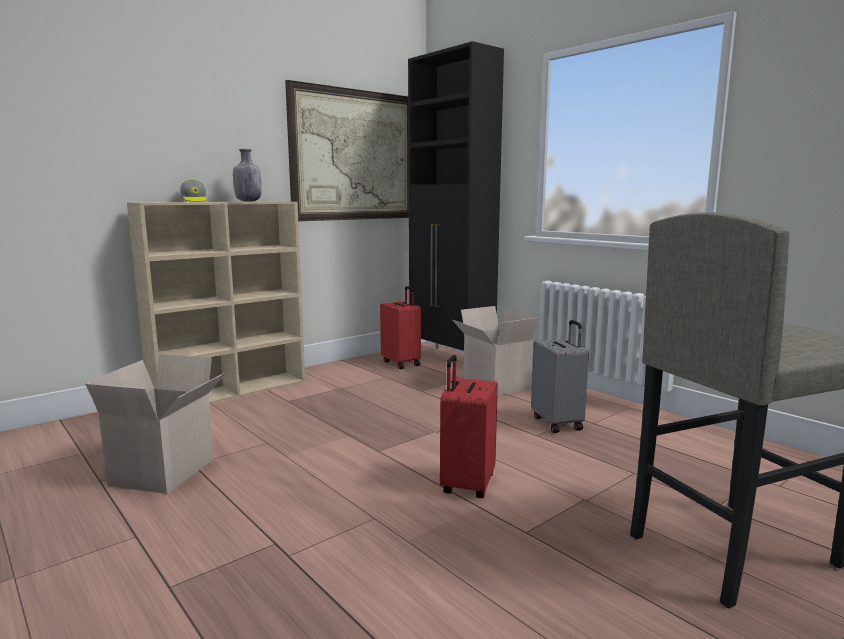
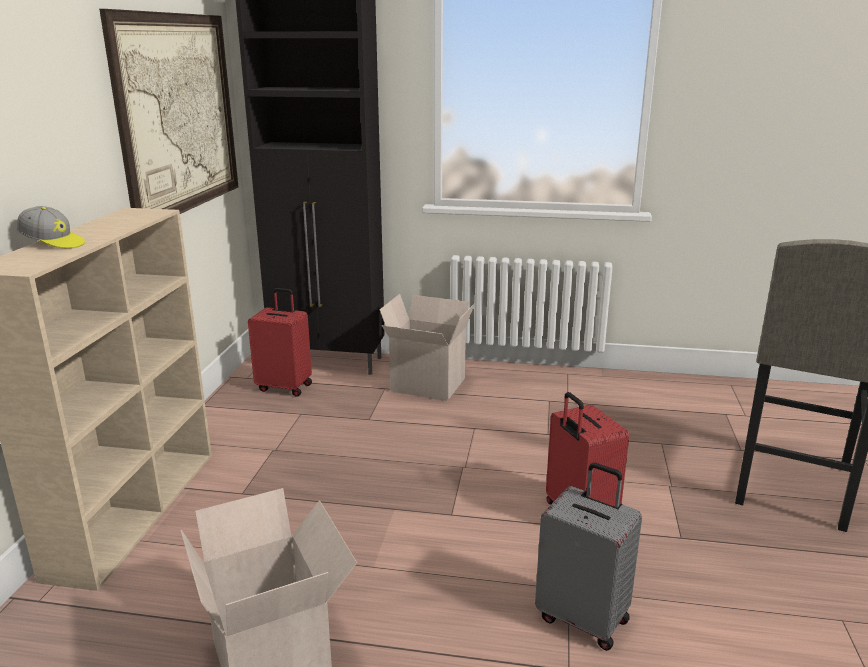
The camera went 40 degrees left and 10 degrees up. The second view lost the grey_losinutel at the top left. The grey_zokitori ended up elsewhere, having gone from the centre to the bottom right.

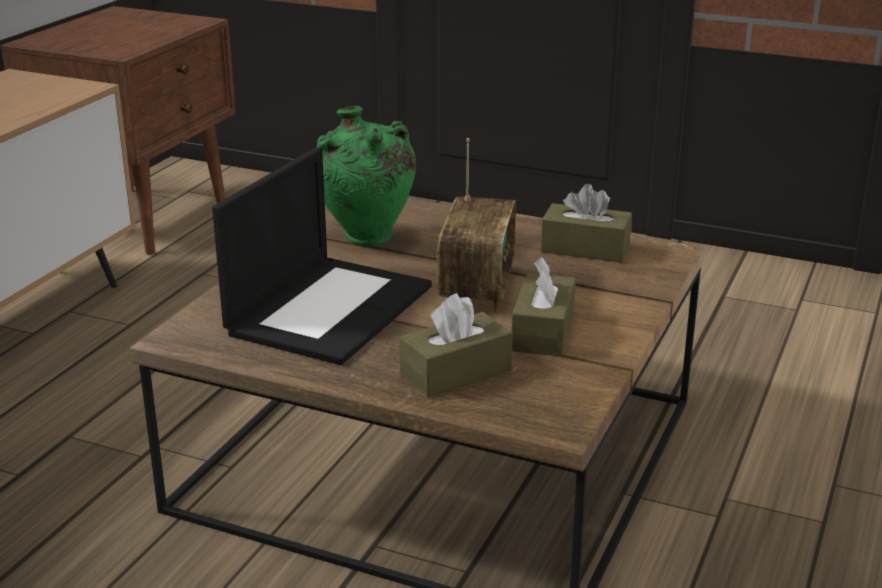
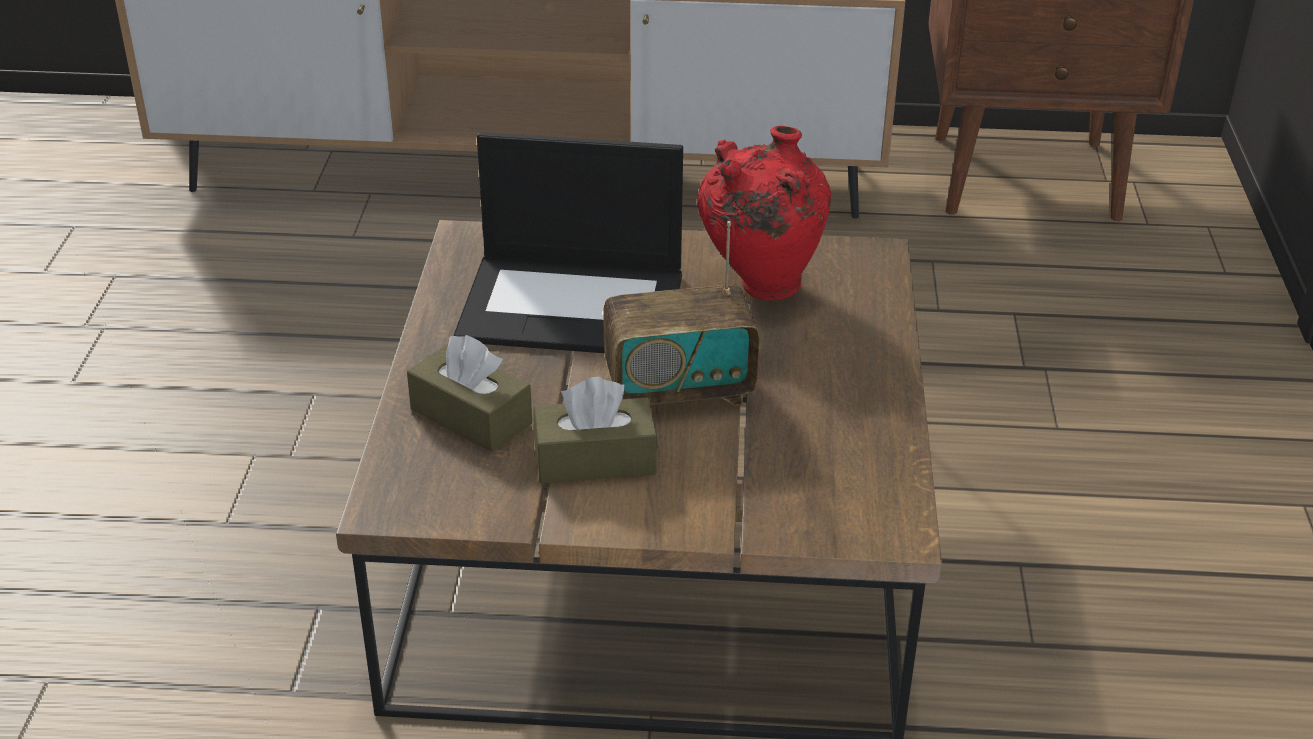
The camera went 70 degrees right and 10 degrees up. The second view lost the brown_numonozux (no. 3 from left) at the centre. What was the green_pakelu at the top centre turned into the red_pakelu at the top centre.

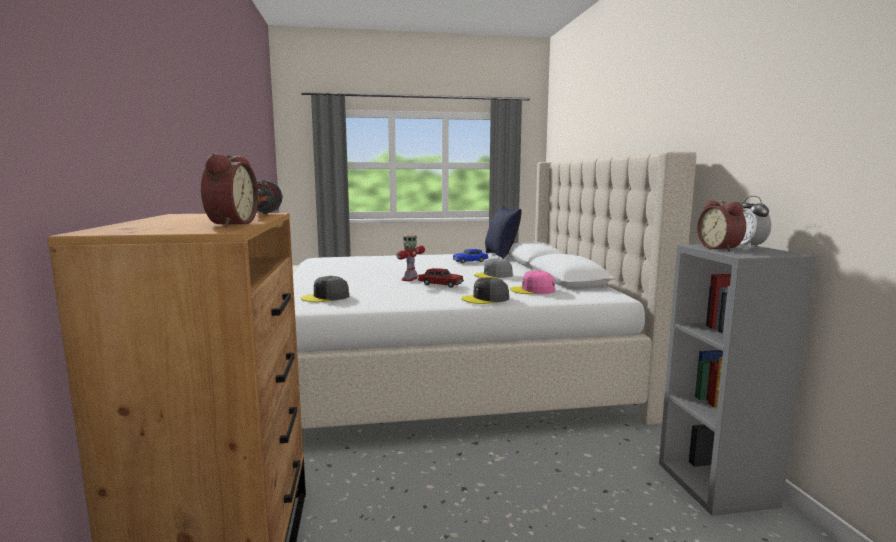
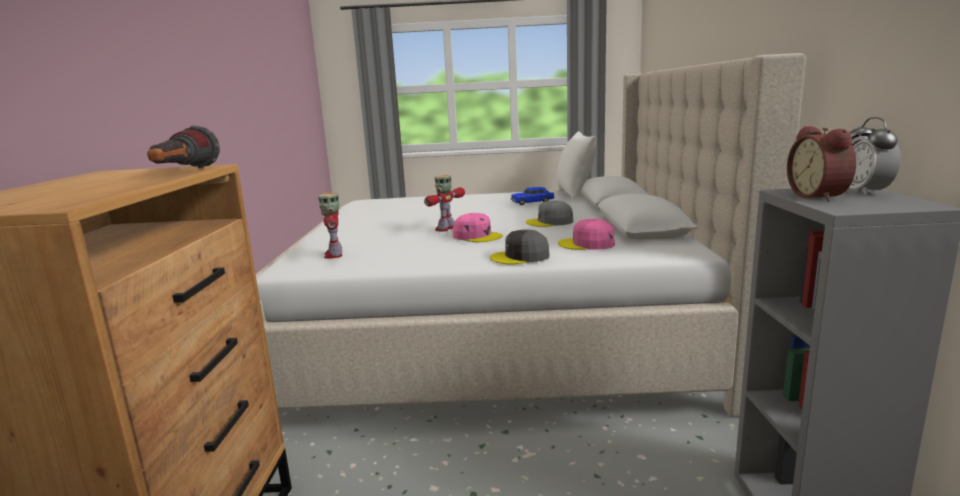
The camera went 10 degrees right and 5 degrees up. The second view lost the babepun (no. 1 from left) at the middle left. Where the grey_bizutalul (no. 1 from left) stood at the centre, the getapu (no. 1 from left) came to stand at the centre. Where the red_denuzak stood at the centre, the pink_bizutalul (no. 1 from left) came to stand at the centre. What was the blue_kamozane at the centre turned into the white_kamozane at the top centre.

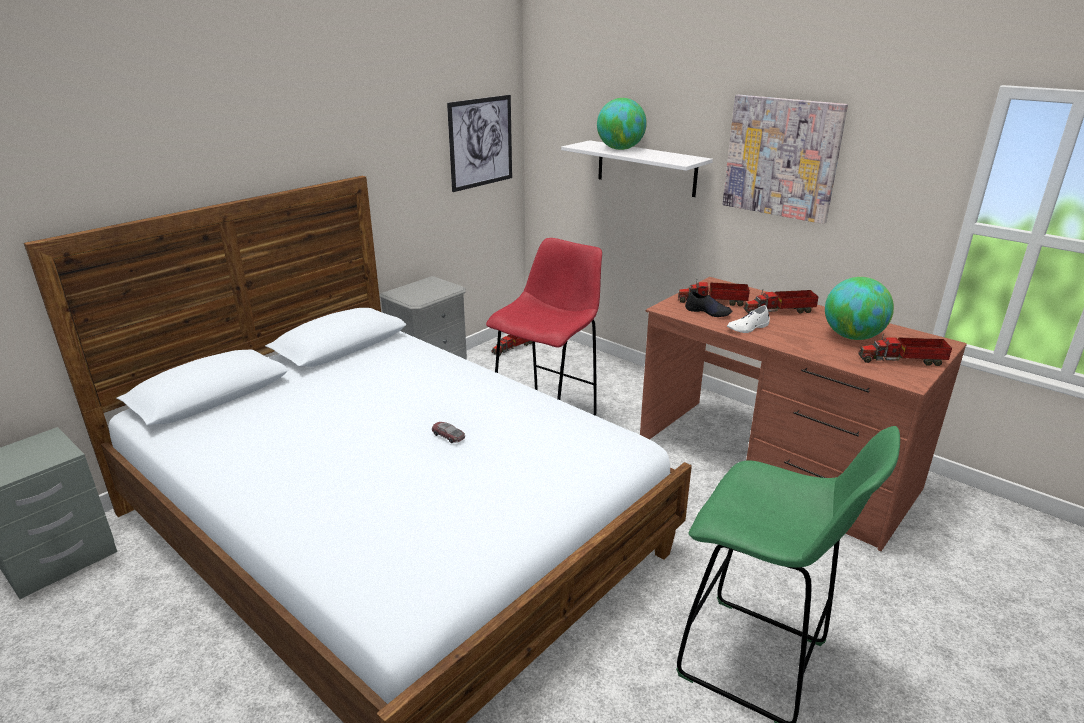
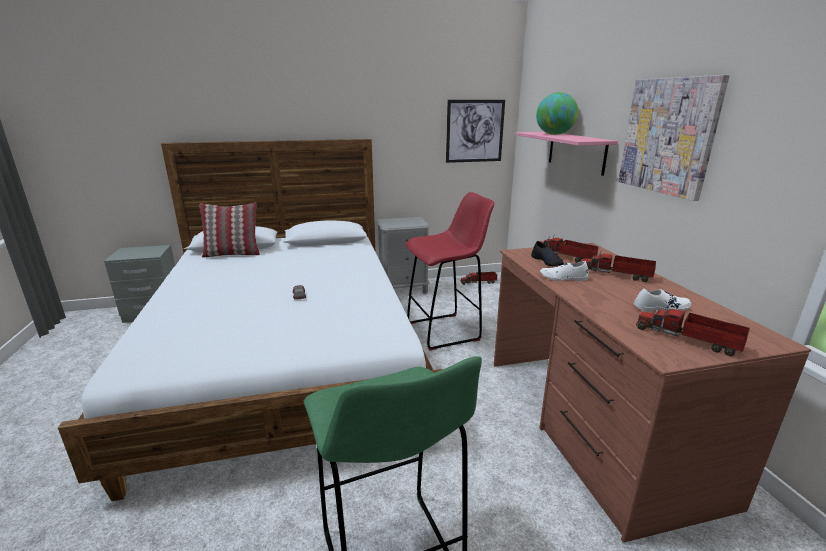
The camera went 35 degrees right and 5 degrees down. The second view gained the kamozane at the middle left. Where the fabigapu (no. 2 from left) stood at the middle right, the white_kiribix (no. 2 from left) came to stand at the middle right. What was the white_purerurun at the top centre turned into the pink_purerurun at the top right.

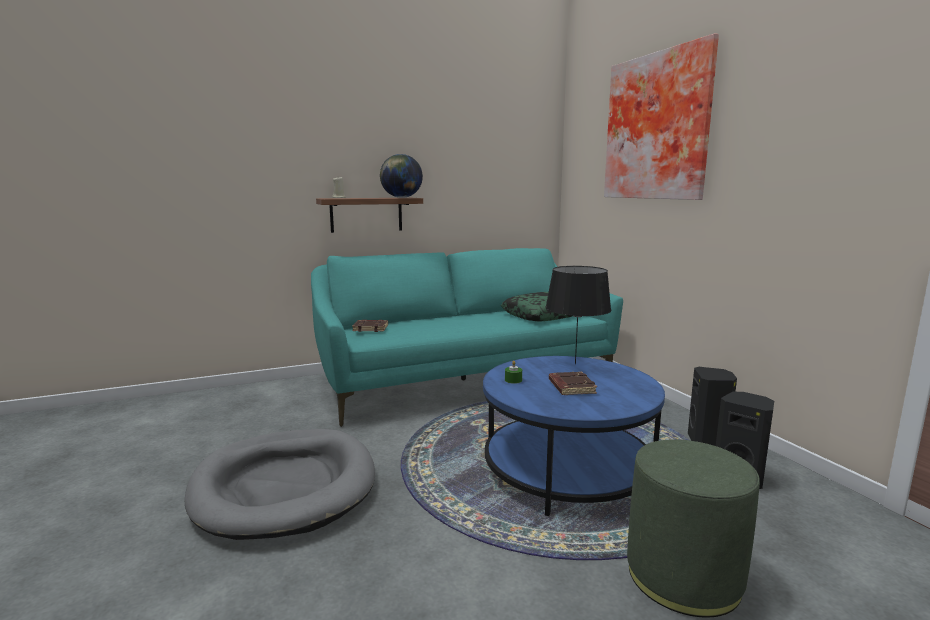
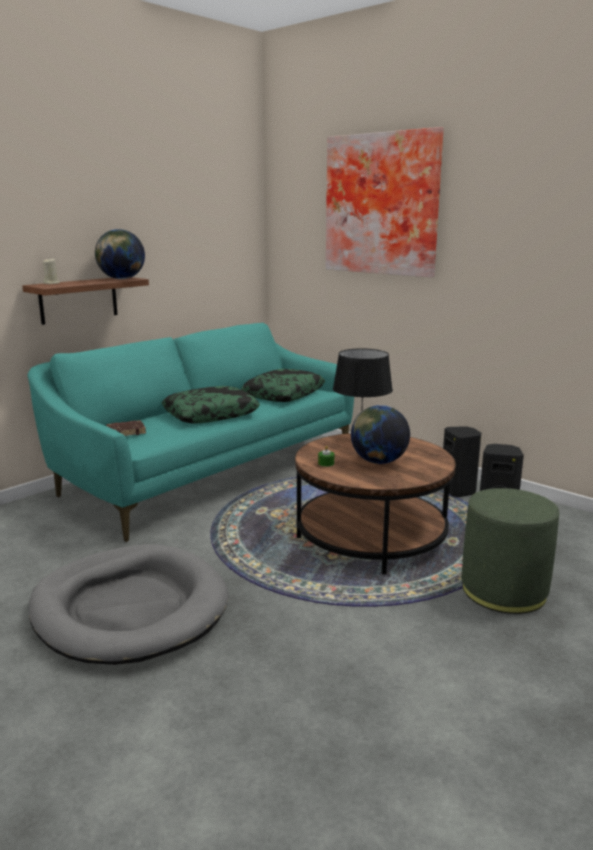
The camera went 25 degrees left and 5 degrees up. The second view gained the kamozane (no. 1 from left) at the centre. Where the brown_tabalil (no. 2 from left) stood at the centre, the fabigapu (no. 2 from left) came to stand at the centre. What was the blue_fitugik at the bottom centre turned into the brown_fitugik at the centre.

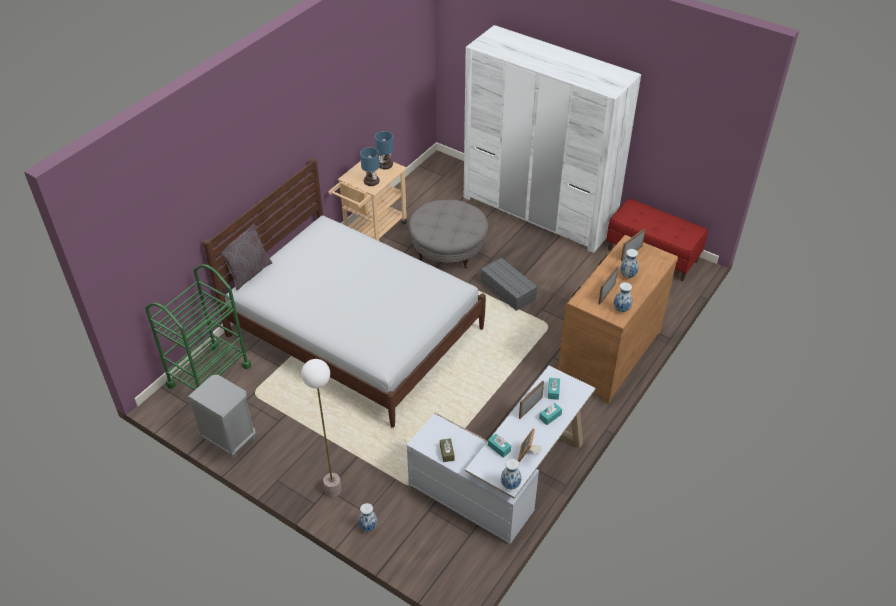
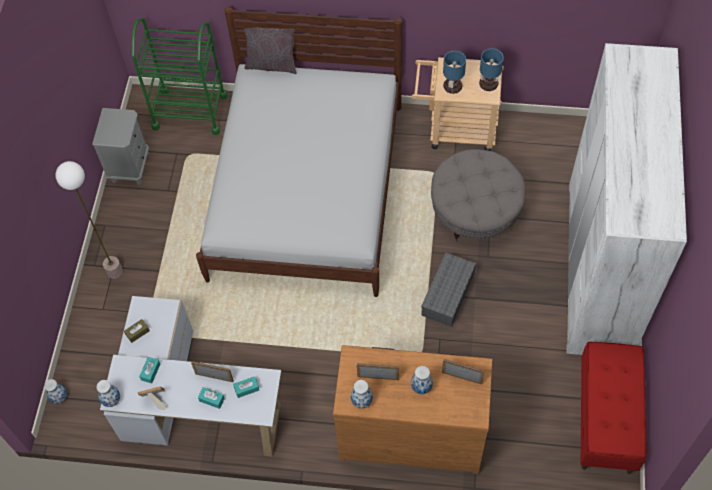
The camera went 65 degrees right and 15 degrees up. The pakelu (no. 1 from left) ended up elsewhere, having gone from the bottom centre to the bottom left.

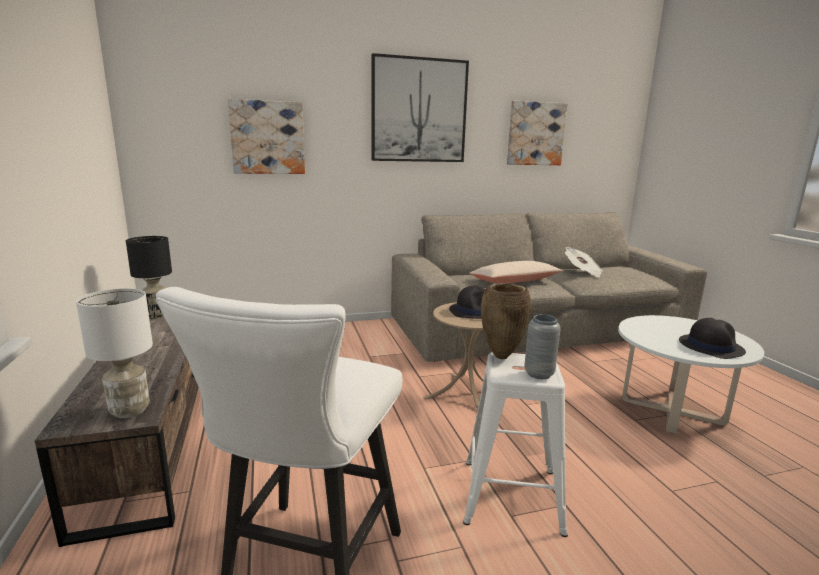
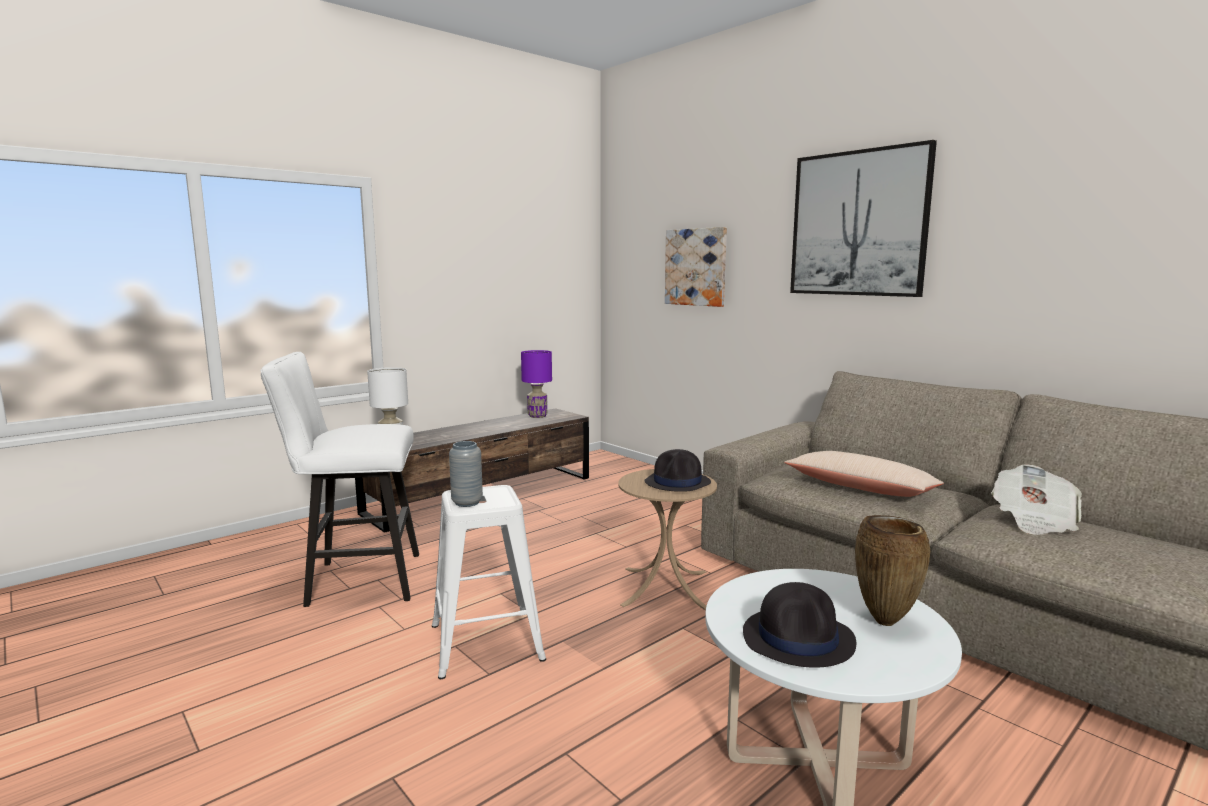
The camera went 65 degrees right and 5 degrees down. The second view lost the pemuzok (no. 3 from left) at the top centre. The brown_pakelu ended up elsewhere, having gone from the centre to the bottom right. What was the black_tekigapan at the middle left turned into the purple_tekigapan at the centre.

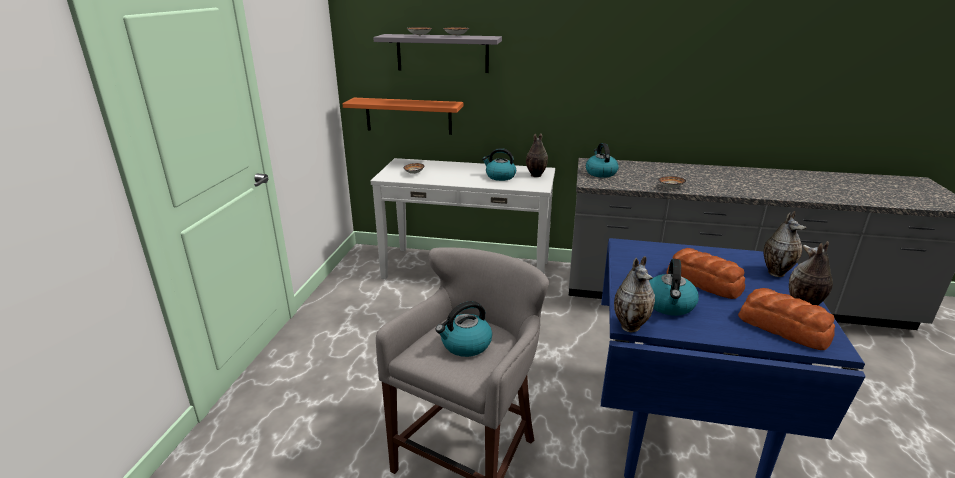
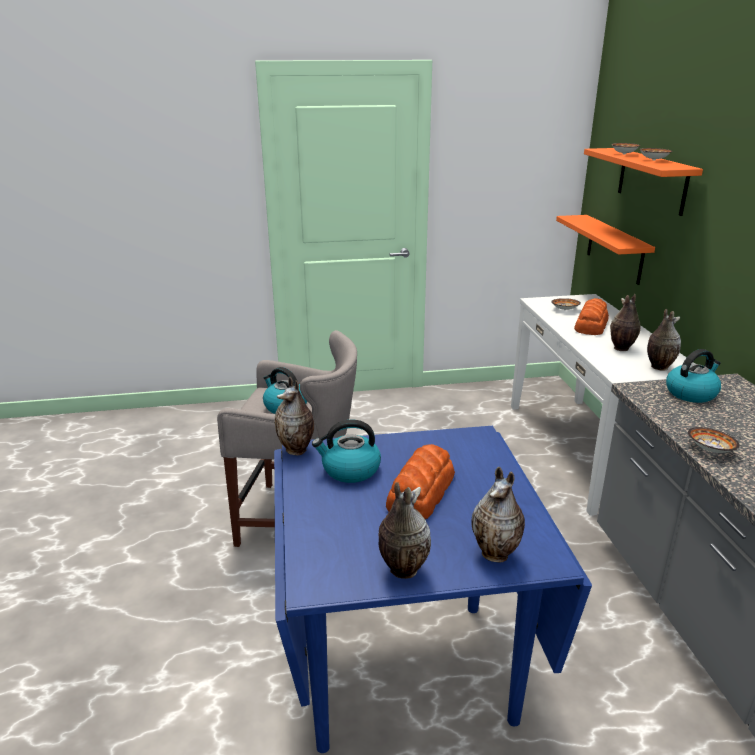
The camera went 70 degrees right and 0 degrees up. The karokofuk (no. 2 from left) ended up elsewhere, having gone from the bottom right to the middle right. Where the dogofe (no. 2 from left) stood at the centre, the pakelu (no. 4 from left) came to stand at the middle right. What was the grey_purerurun at the top centre turned into the orange_purerurun (no. 2 from left) at the top right.

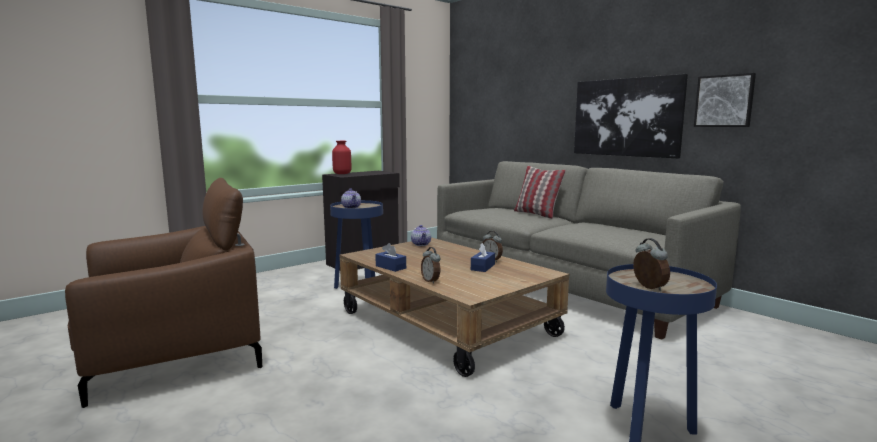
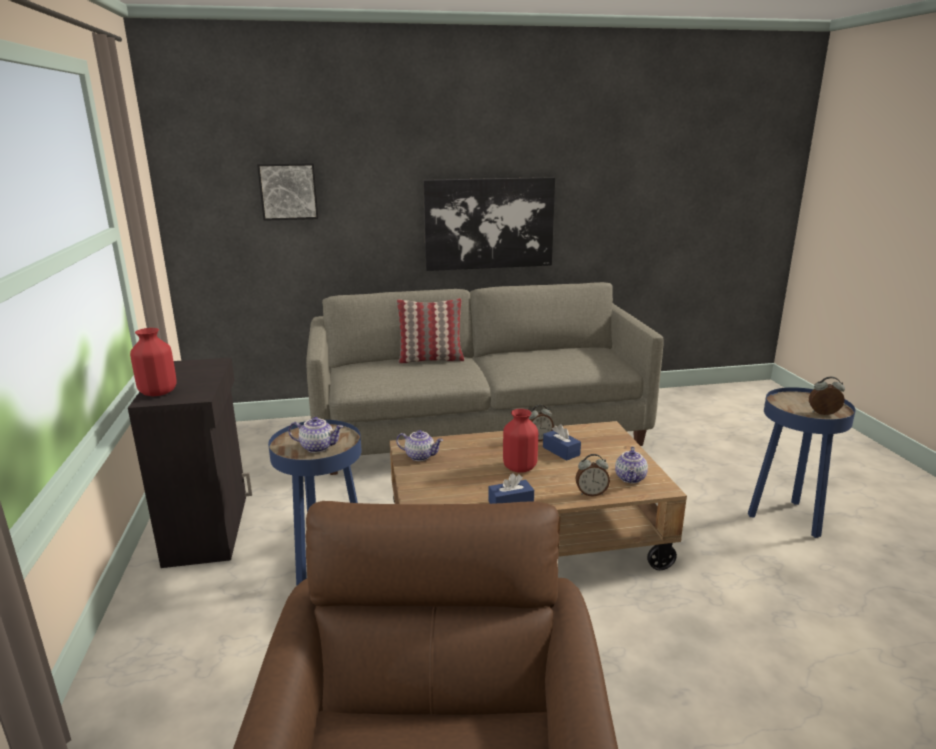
The camera went 60 degrees left and 10 degrees up. The second view gained the red_pakelu (no. 2 from left) at the centre. The second view gained the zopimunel (no. 3 from left) at the middle right. The pemuzok (no. 2 from left in the first image) ended up elsewhere, having gone from the top right to the top left.

